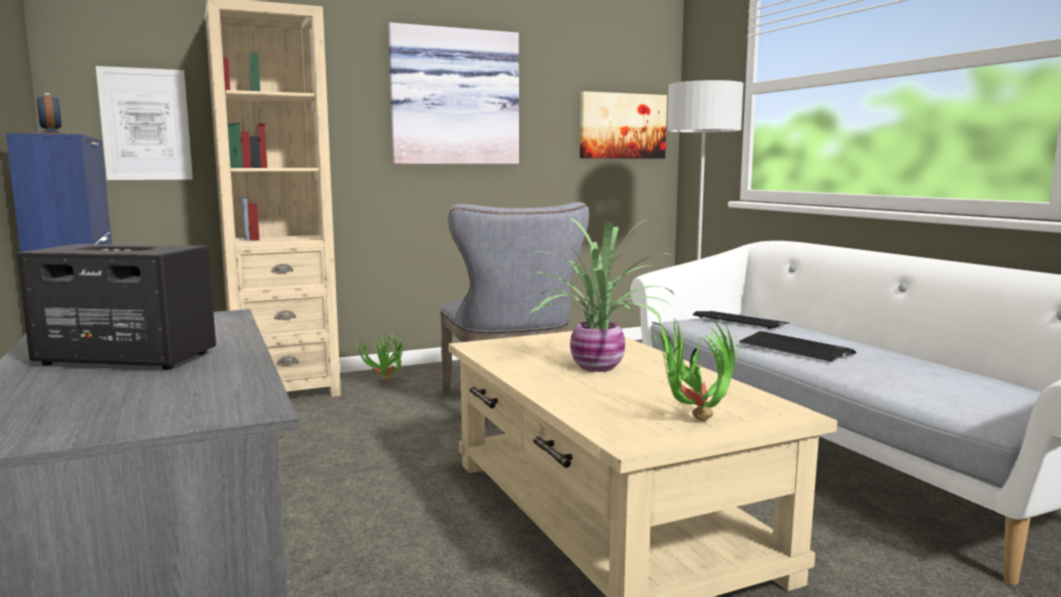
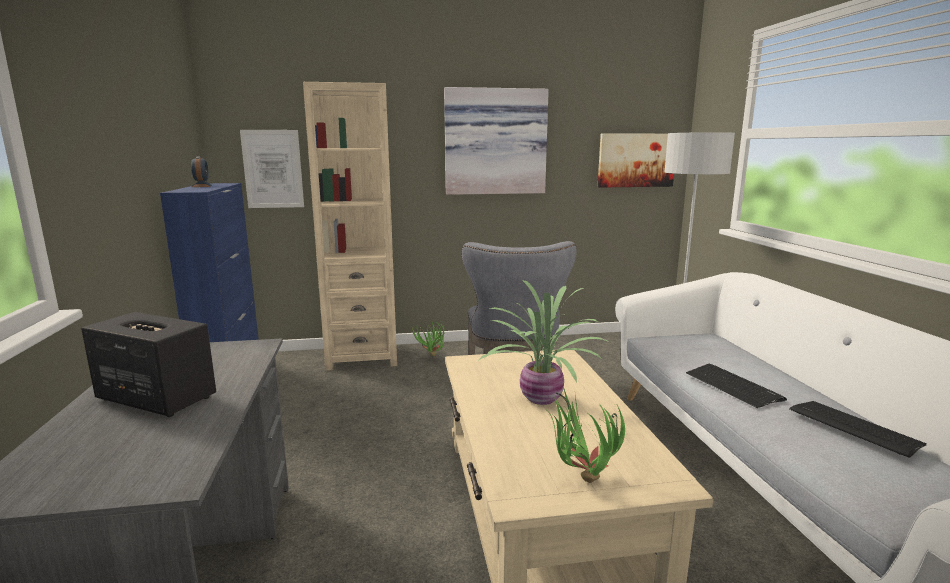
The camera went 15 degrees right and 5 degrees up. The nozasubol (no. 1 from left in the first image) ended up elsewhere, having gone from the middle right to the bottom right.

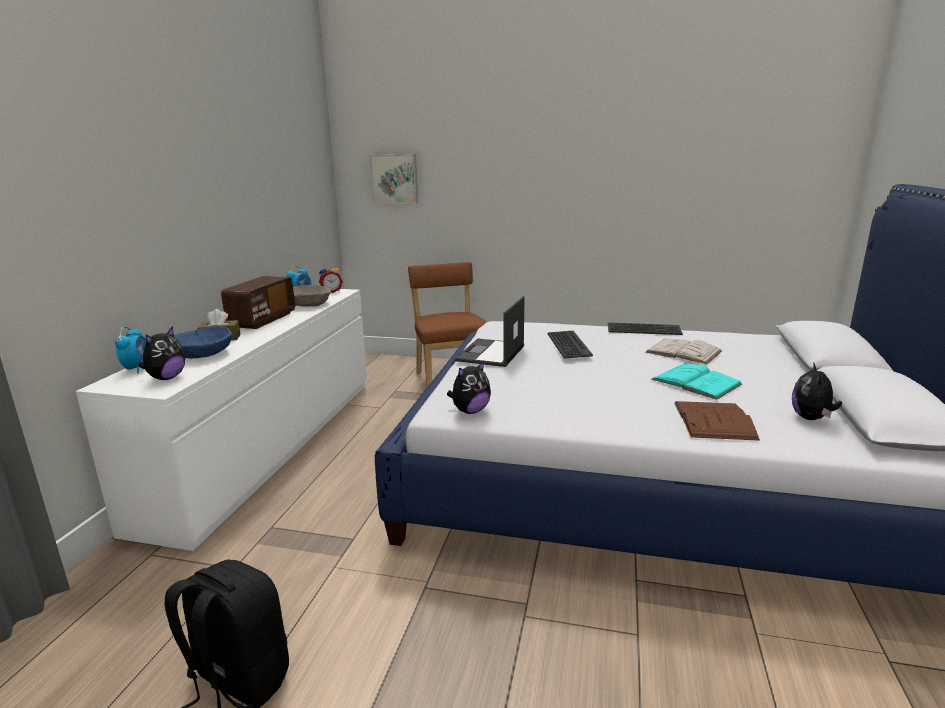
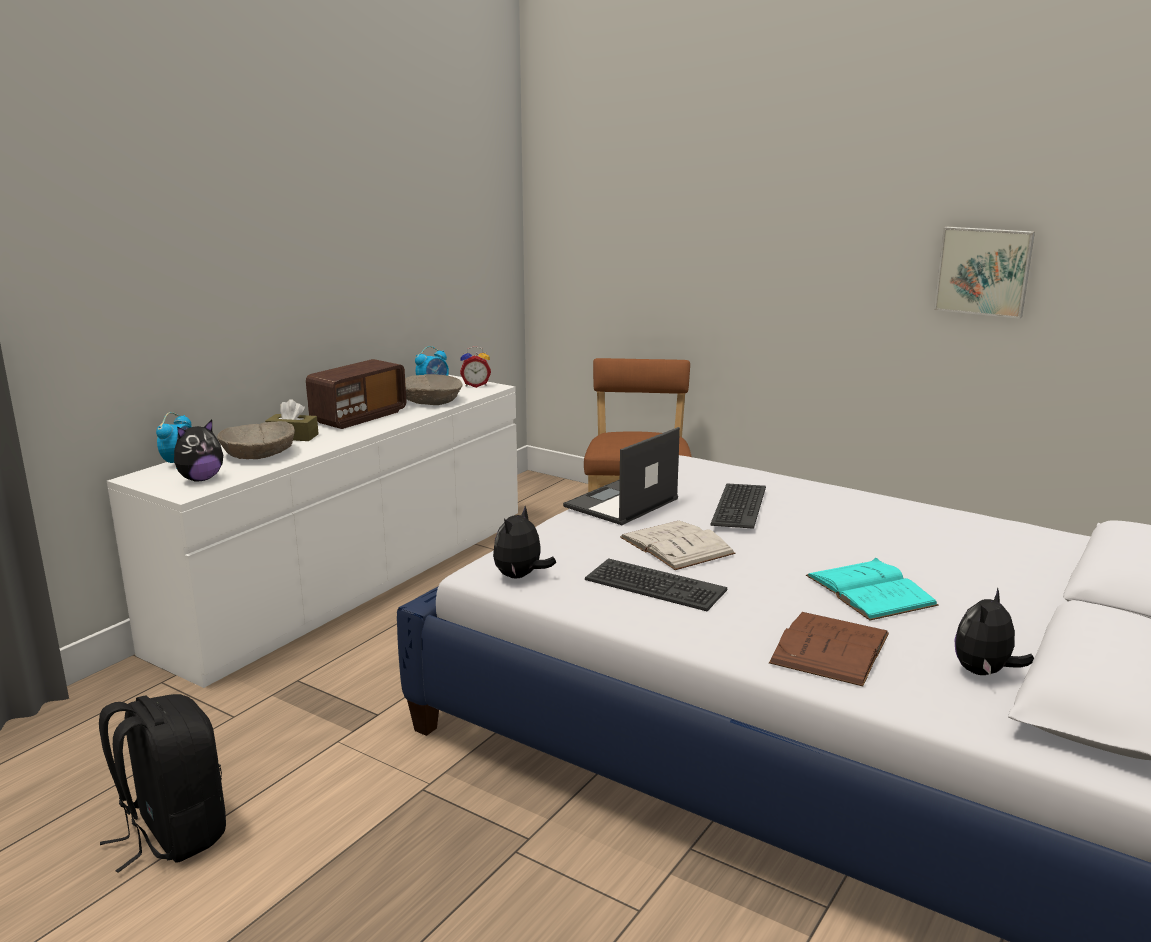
The camera went 20 degrees right and 0 degrees up. The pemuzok ended up elsewhere, having gone from the top centre to the top right. The nozasubol (no. 2 from left in the first image) ended up elsewhere, having gone from the middle right to the centre. The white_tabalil ended up elsewhere, having gone from the middle right to the centre. What was the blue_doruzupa at the middle left turned into the beige_doruzupa (no. 1 from left) at the middle left. The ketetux (no. 2 from left) at the centre ended up facing another way, 135 degrees clockwise from before.

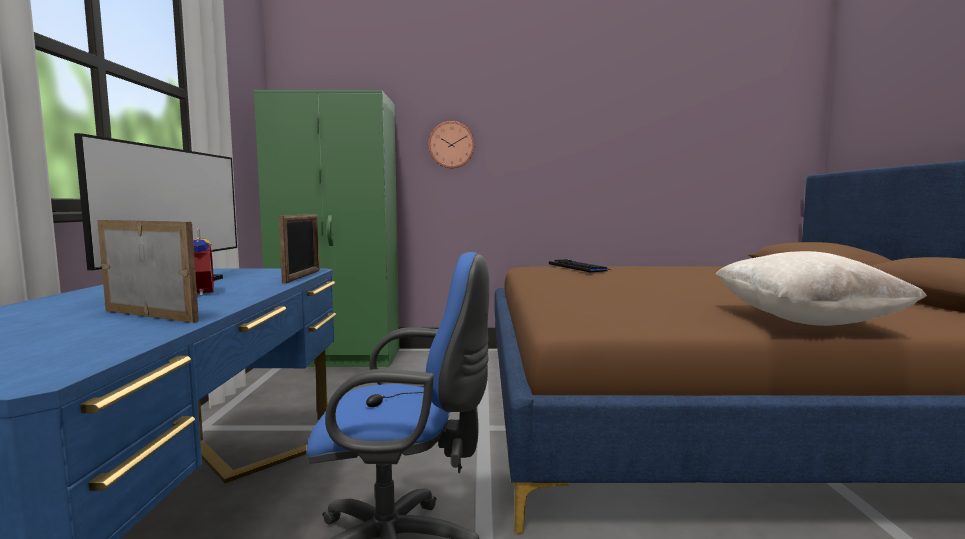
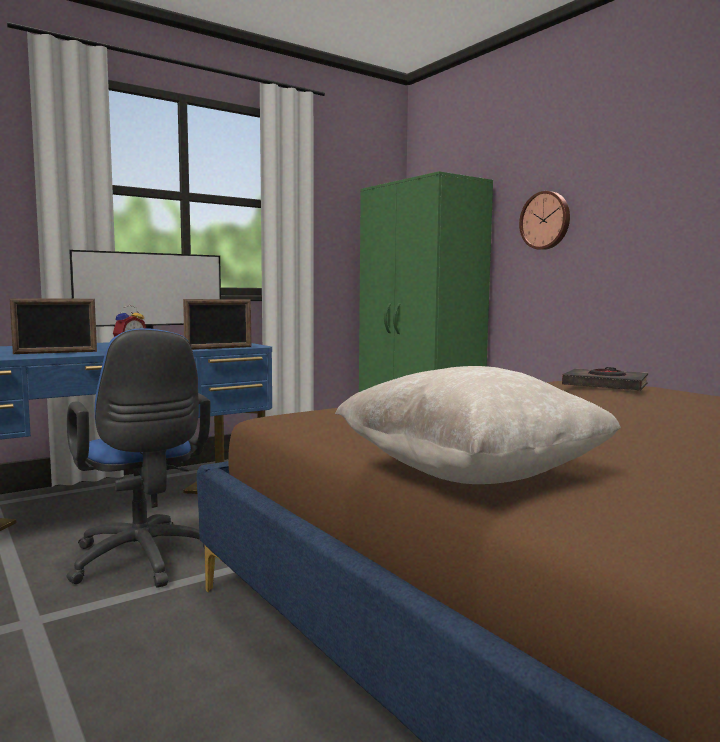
The camera went 55 degrees right and 0 degrees up. Where the nozasubol stood at the centre, the black_tabalil came to stand at the middle right. The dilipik (no. 1 from left) at the middle left ended up facing another way, 75 degrees clockwise from before.

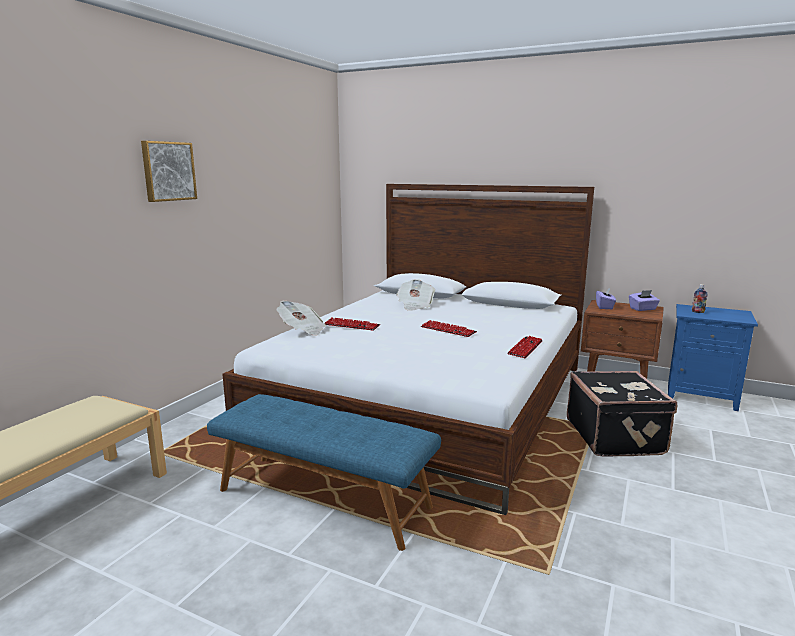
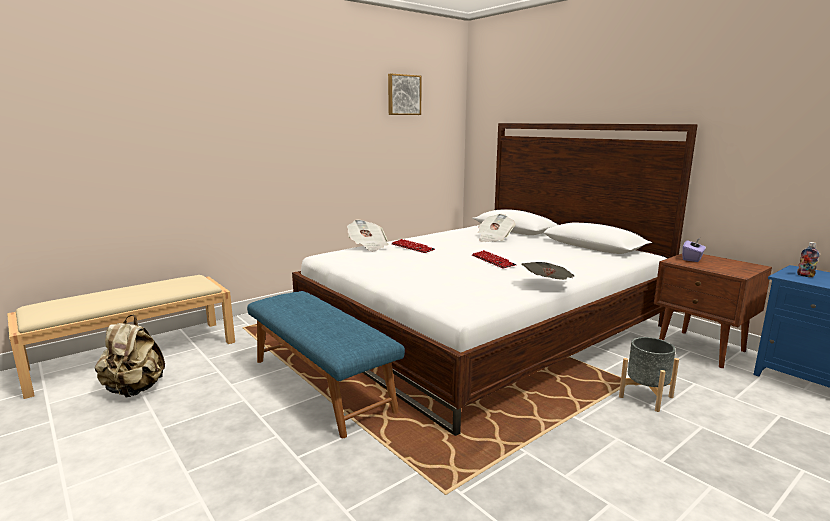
The camera went 25 degrees right and 0 degrees up. The second view lost the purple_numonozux (no. 2 from left) at the middle right. The second view gained the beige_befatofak at the bottom left. The pemuzok ended up elsewhere, having gone from the top left to the top centre. Where the nozasubol (no. 3 from left) stood at the centre, the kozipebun (no. 3 from left) came to stand at the centre. Where the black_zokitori stood at the middle right, the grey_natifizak came to stand at the bottom right.

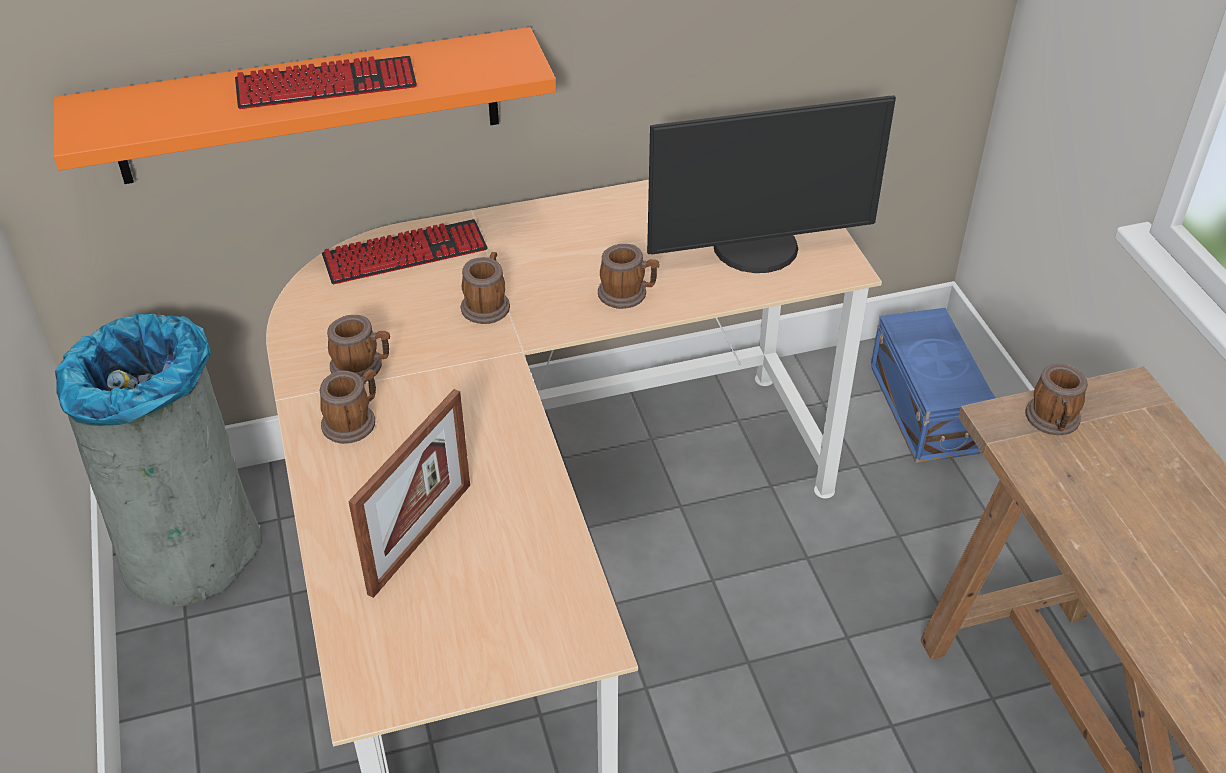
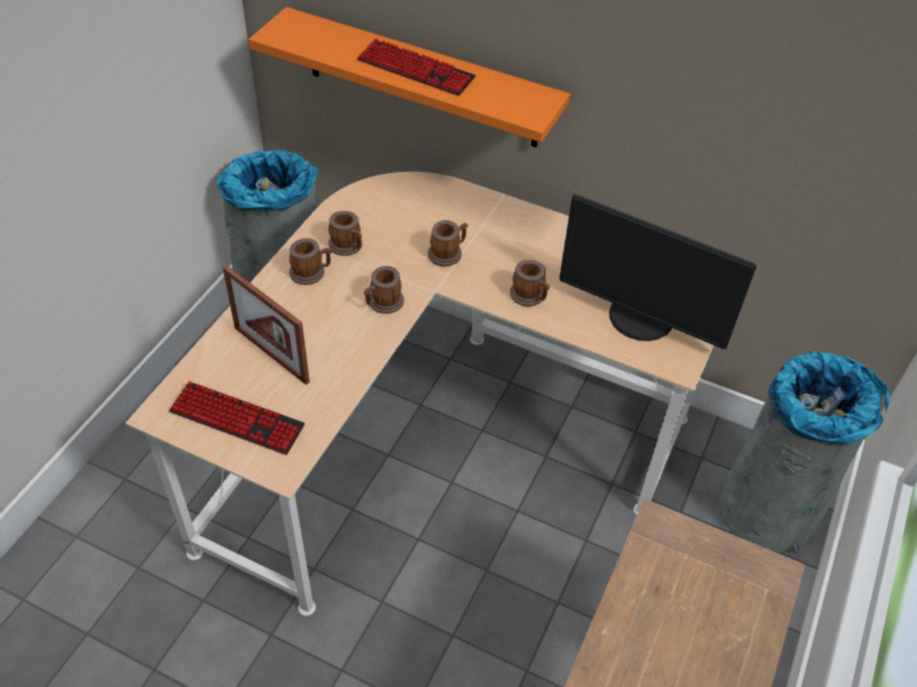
The camera went 40 degrees right and 5 degrees up. The nozasubol (no. 2 from left in the first image) ended up elsewhere, having gone from the top left to the middle left. The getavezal (no. 5 from left in the first image) ended up elsewhere, having gone from the middle right to the centre. Where the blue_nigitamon stood at the middle right, the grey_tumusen (no. 2 from left) came to stand at the middle right. The dilipik at the centre ended up facing another way, 60 degrees clockwise from before.

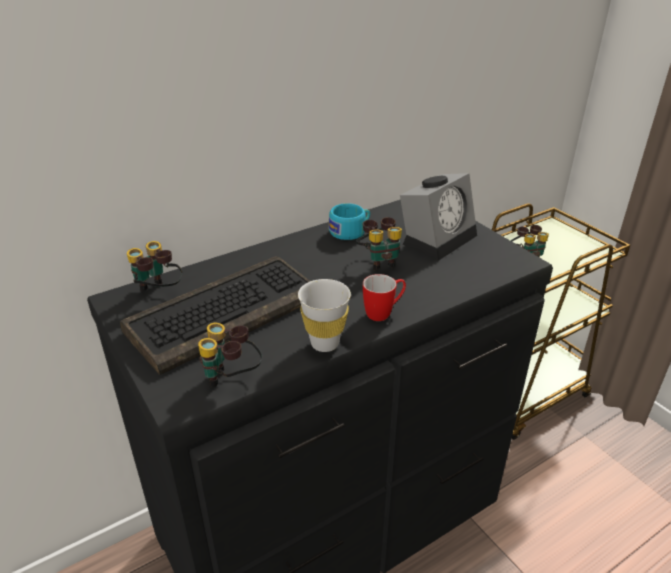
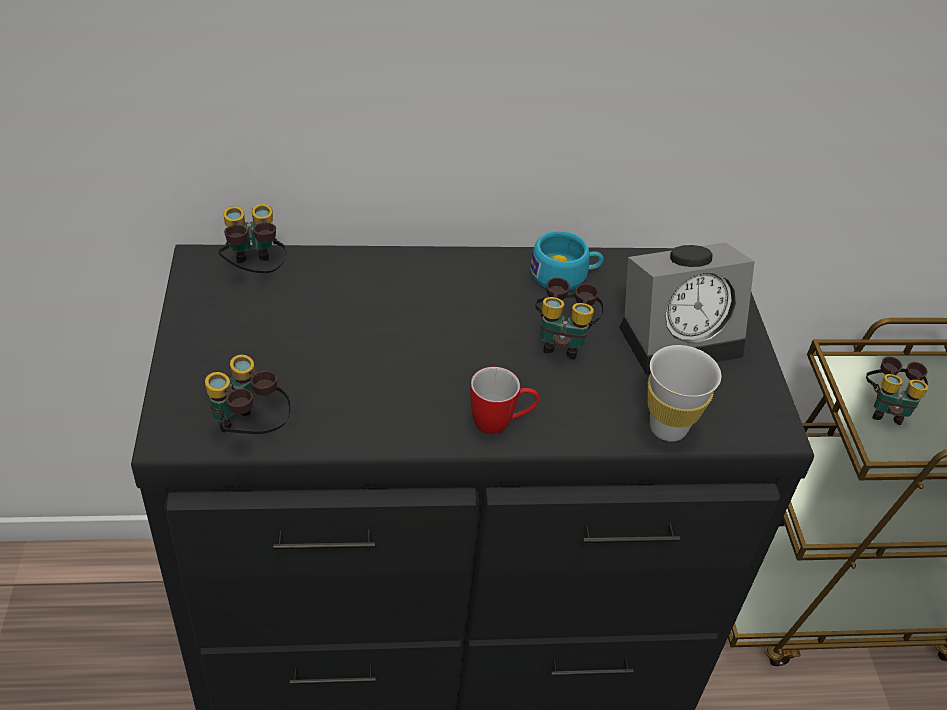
The camera went 25 degrees right and 10 degrees up. The second view lost the nozasubol at the middle left. The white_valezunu ended up elsewhere, having gone from the centre to the middle right.

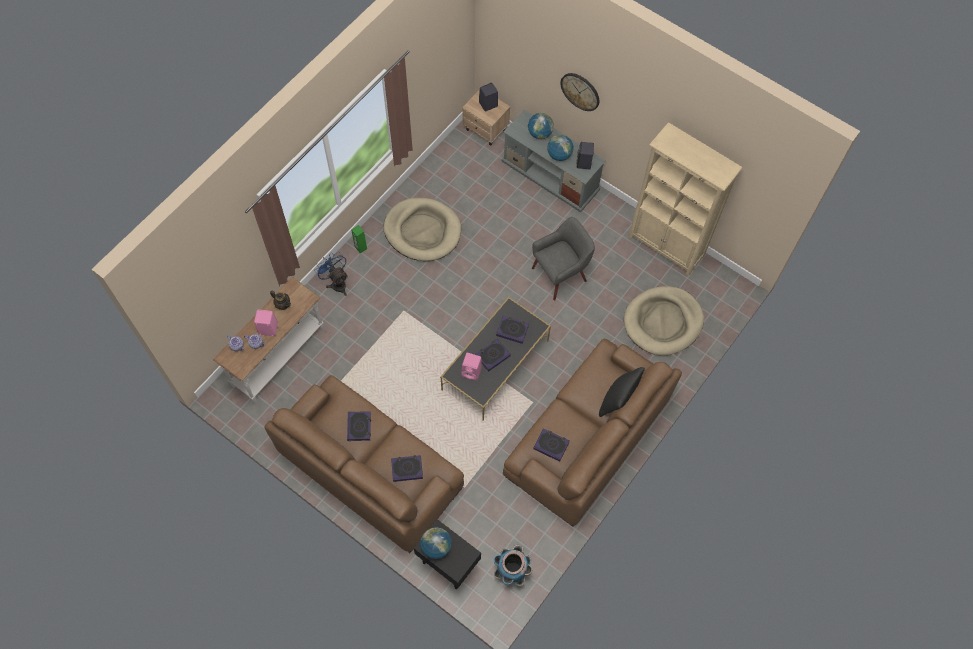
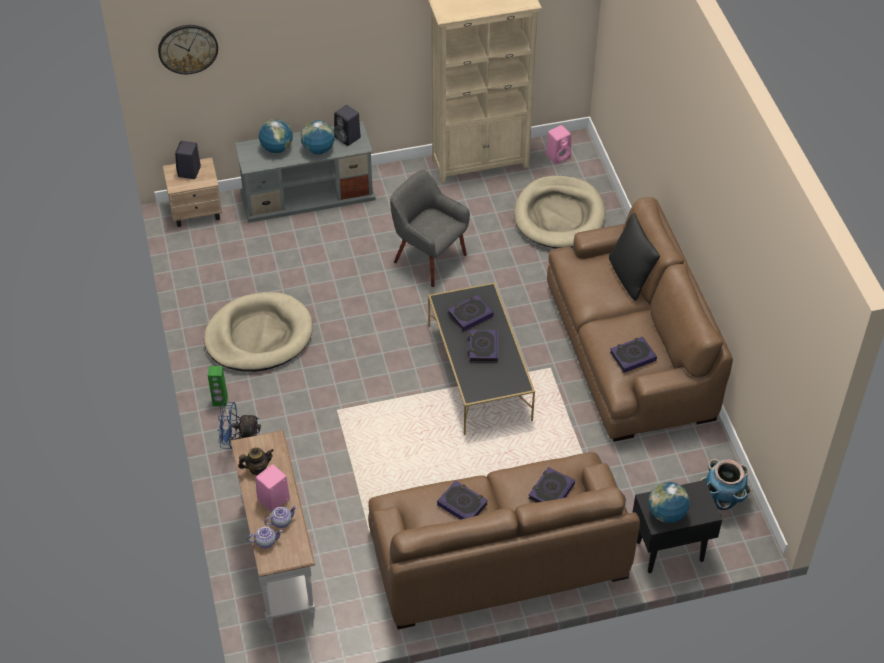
The camera went 50 degrees left and 15 degrees down. The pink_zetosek (no. 2 from left) ended up elsewhere, having gone from the centre to the top centre. The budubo ended up elsewhere, having gone from the top centre to the top left. The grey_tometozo at the centre ended up facing another way, 60 degrees counterclockwise from before.

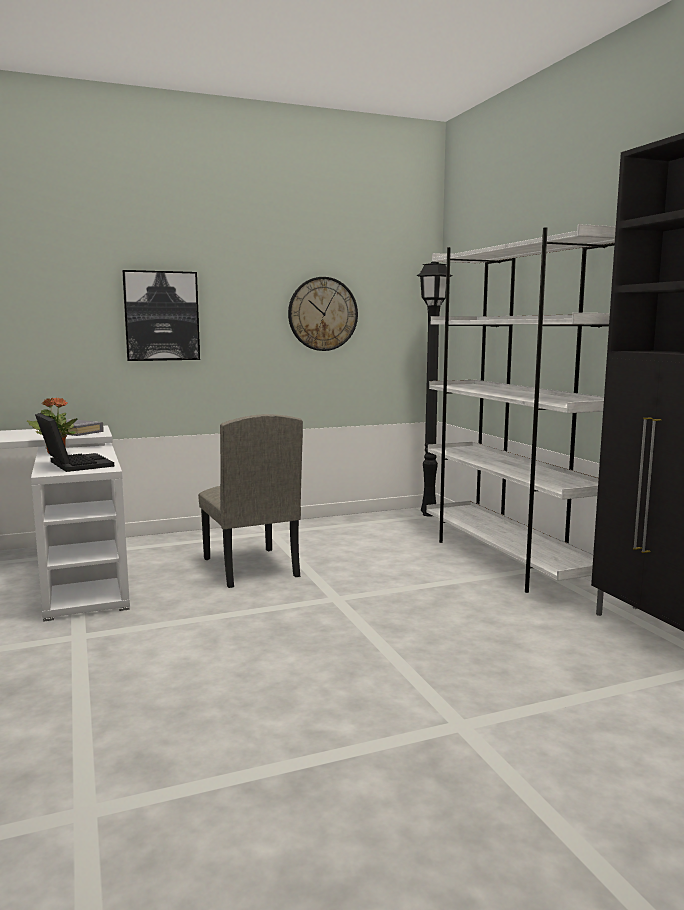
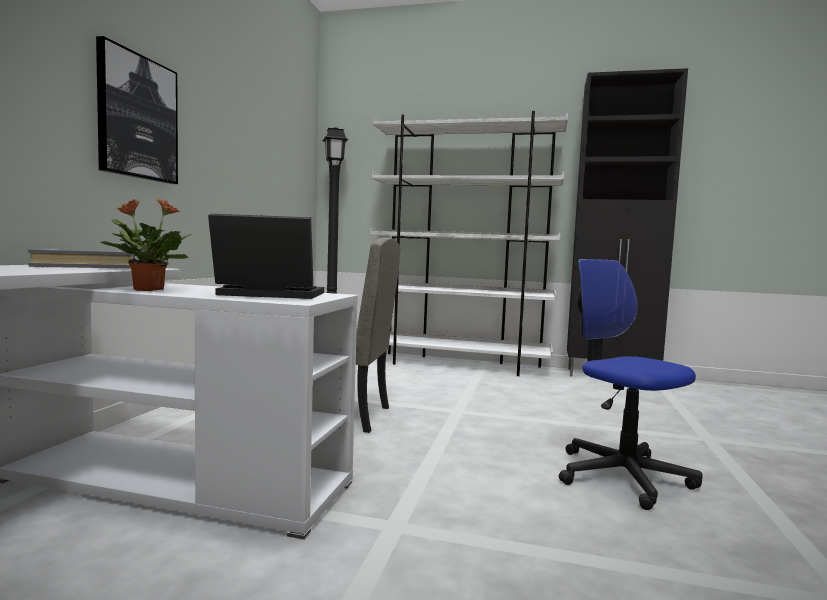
The camera went 55 degrees left and 5 degrees down. The second view lost the budubo at the centre. The second view gained the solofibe at the middle right.

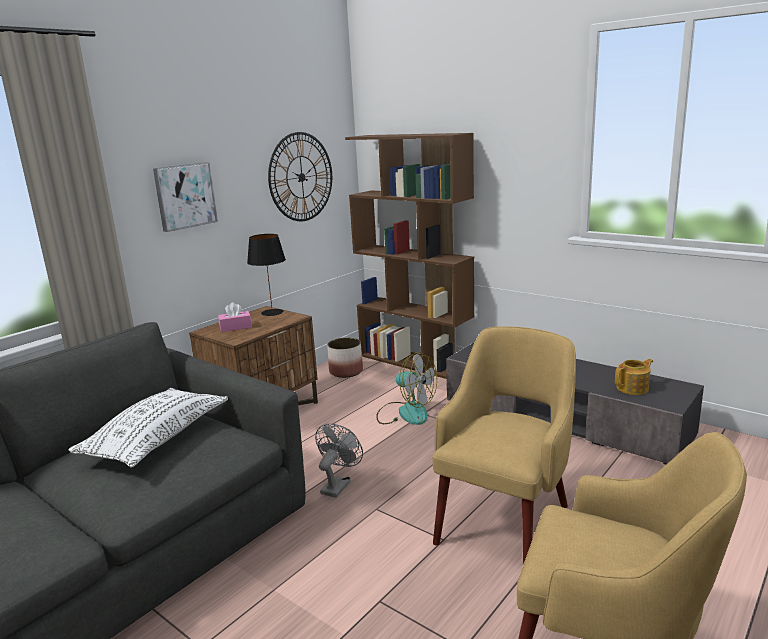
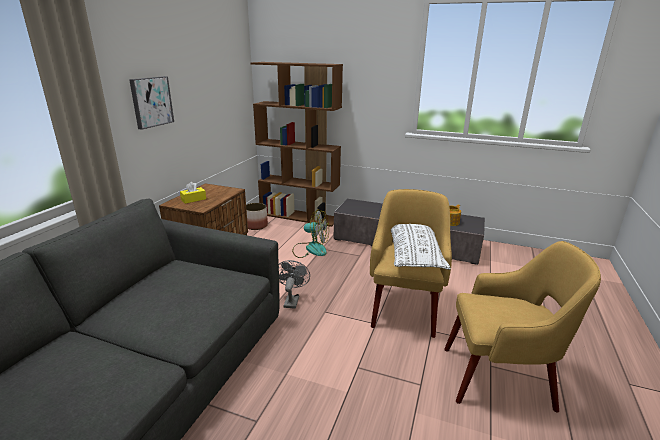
The camera went 20 degrees left and 5 degrees up. The second view lost the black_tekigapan at the centre. The second view lost the budubo at the top centre. The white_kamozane ended up elsewhere, having gone from the bottom left to the centre. What was the pink_numonozux at the middle left turned into the yellow_numonozux at the middle left.

